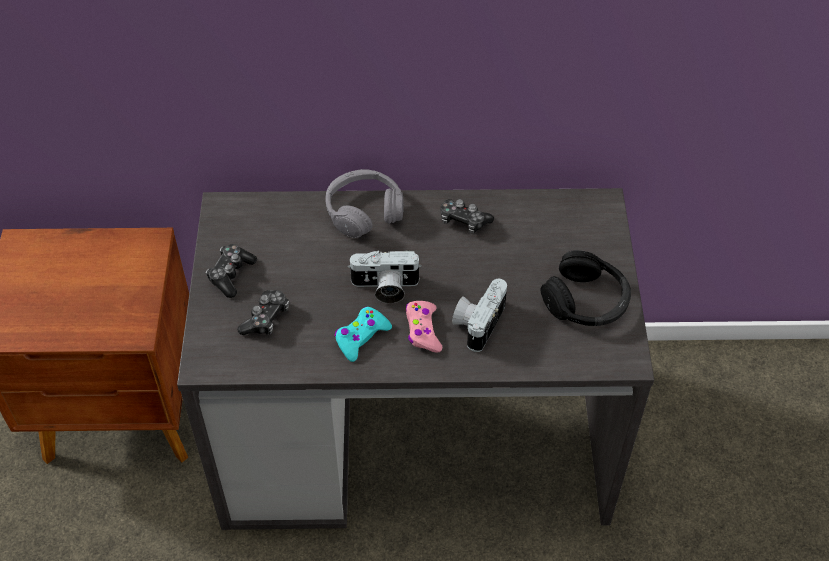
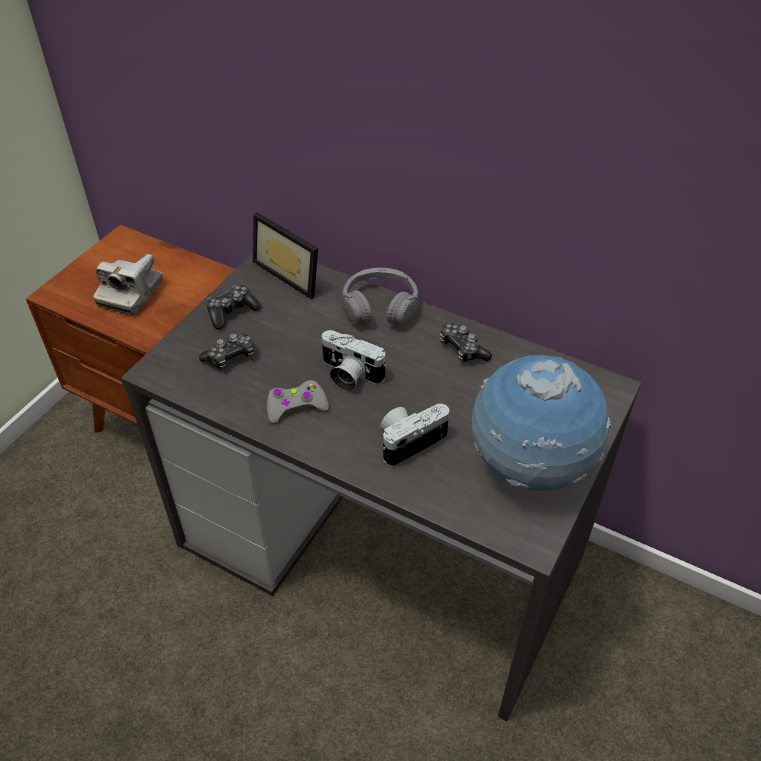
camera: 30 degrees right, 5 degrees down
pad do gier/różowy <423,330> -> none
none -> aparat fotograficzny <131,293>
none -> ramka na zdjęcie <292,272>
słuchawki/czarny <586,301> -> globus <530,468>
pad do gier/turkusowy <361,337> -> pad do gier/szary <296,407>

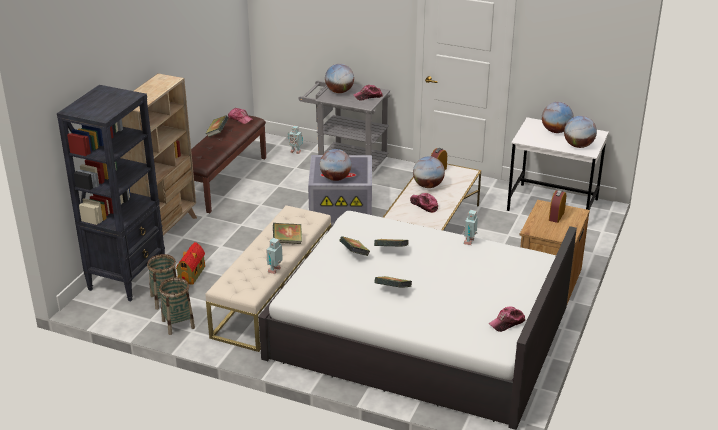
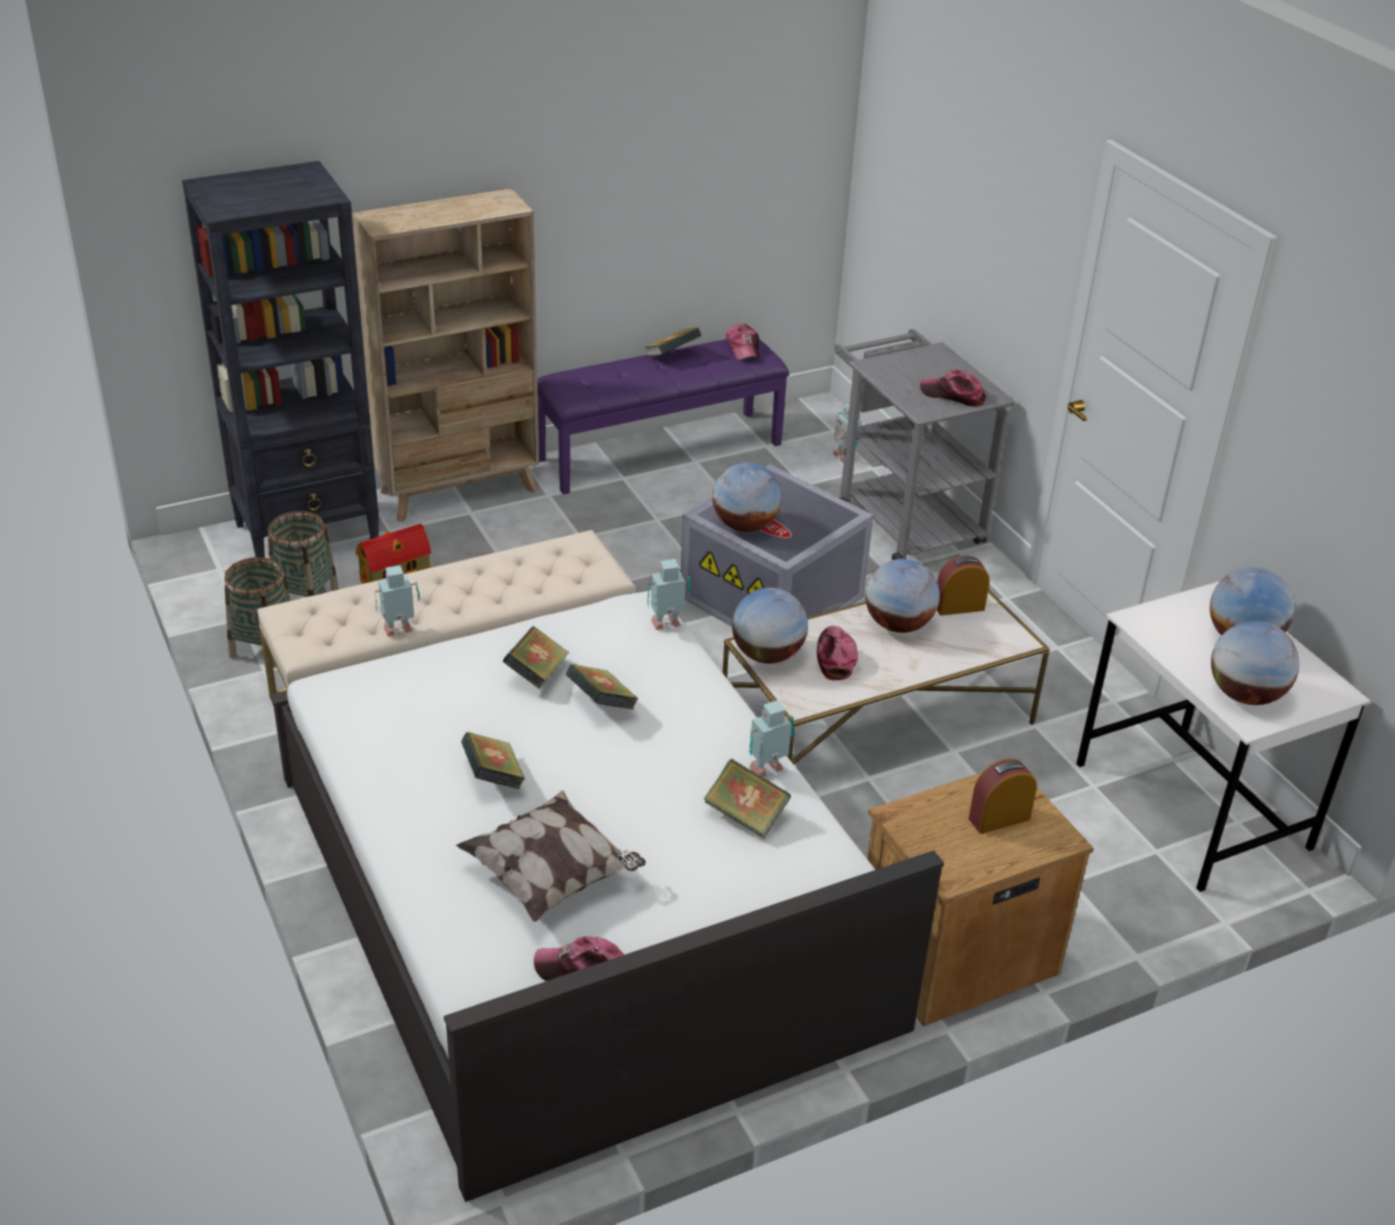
camera: 40 degrees right, 5 degrees up
none -> poduszka <552,877>
none -> robot zabawkowy <667,625>
książka <287,241> -> książka <745,816>, move
globus <339,91> -> globus <767,655>, move
ławka/brązowy <223,180> -> ławka/fioletowy <659,451>

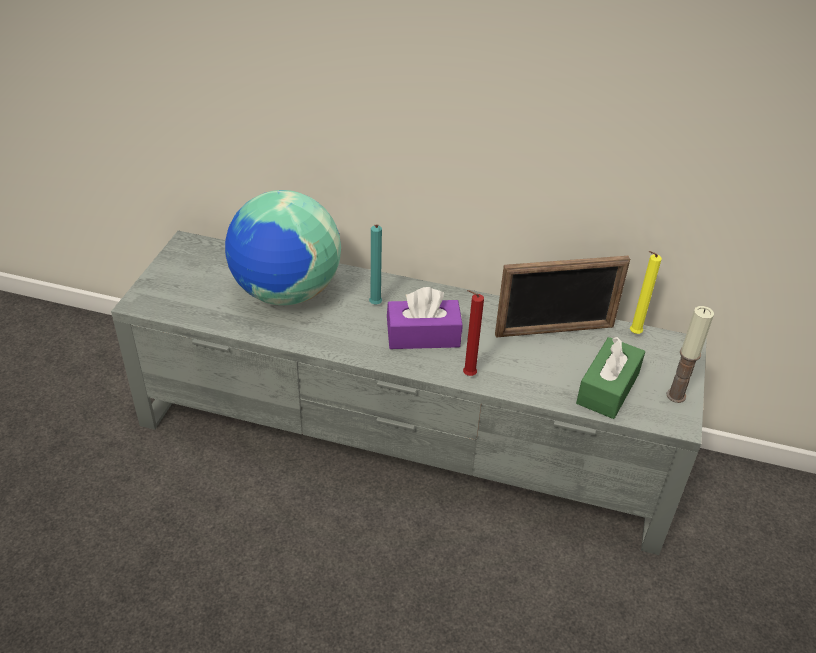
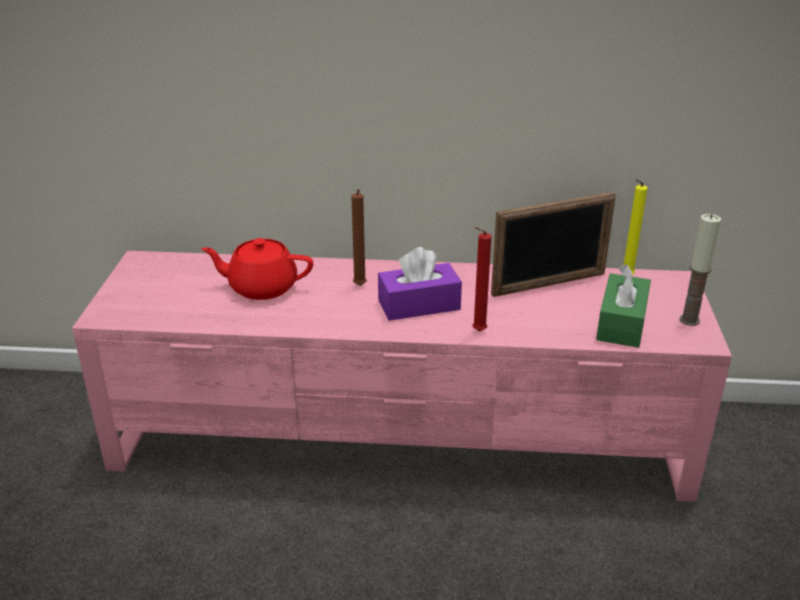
camera: 10 degrees left, 10 degrees down
globus <286,292> -> imbryk/czerwony <261,287>
szafka pod telewizor/szary <406,439> -> szafka pod telewizor/różowy <402,437>
świeca/turkusowy <375,306> -> świeca/brązowy <359,287>

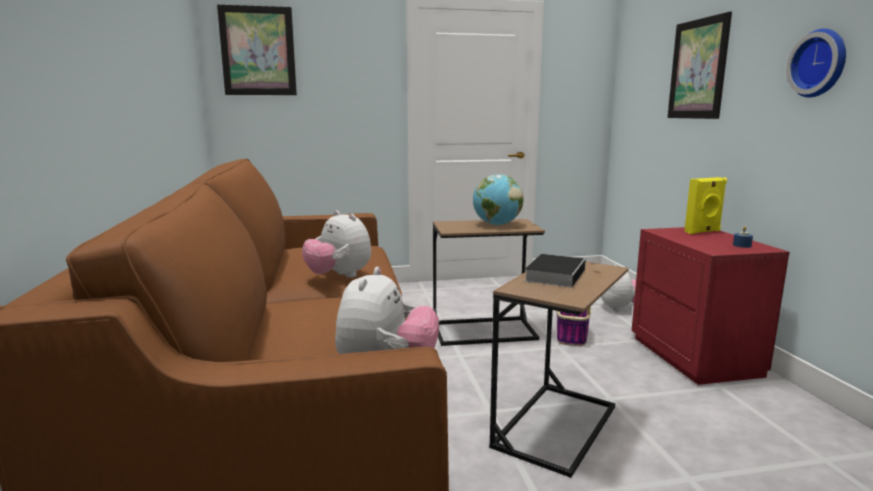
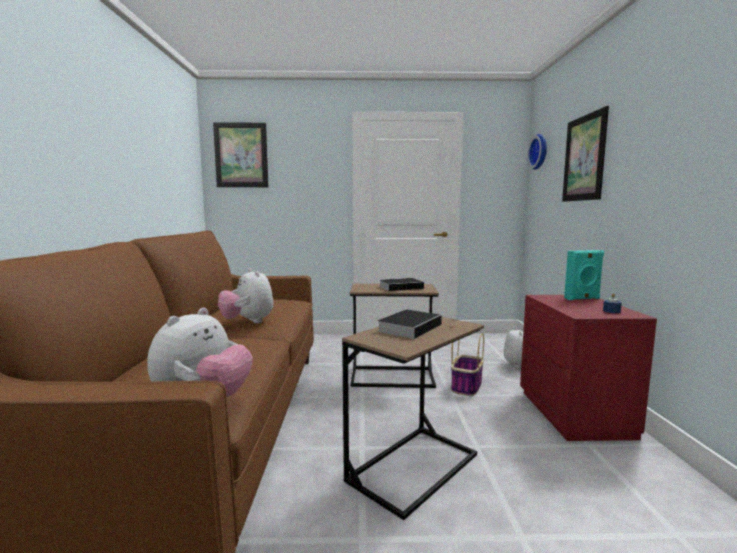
camera: 10 degrees right, 5 degrees down
zegar ścienny <820,63> -> zegar ścienny <540,152>, move
globus <496,224> -> książka <402,287>
głośnik/żółty <703,231> -> głośnik/turkusowy <582,298>

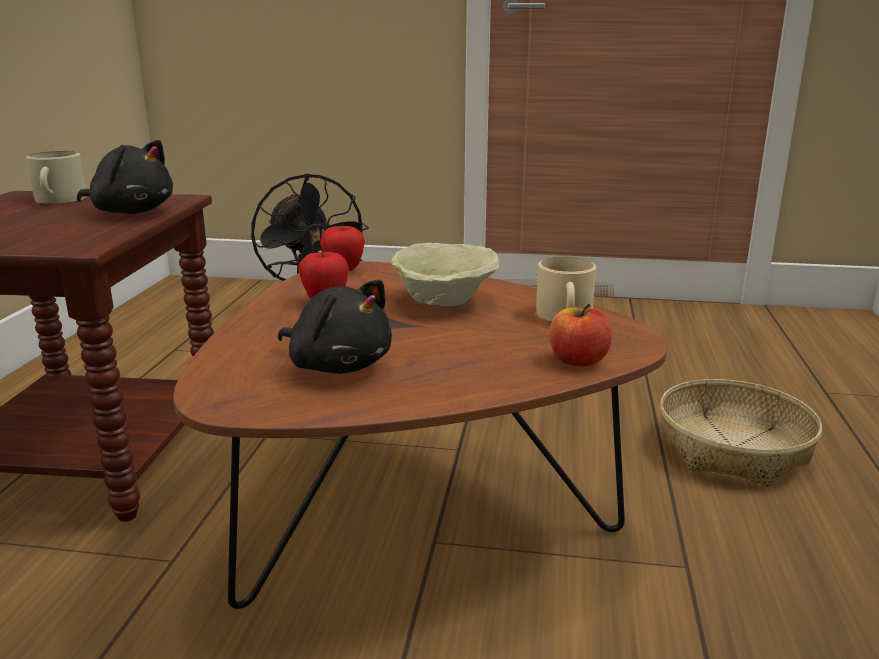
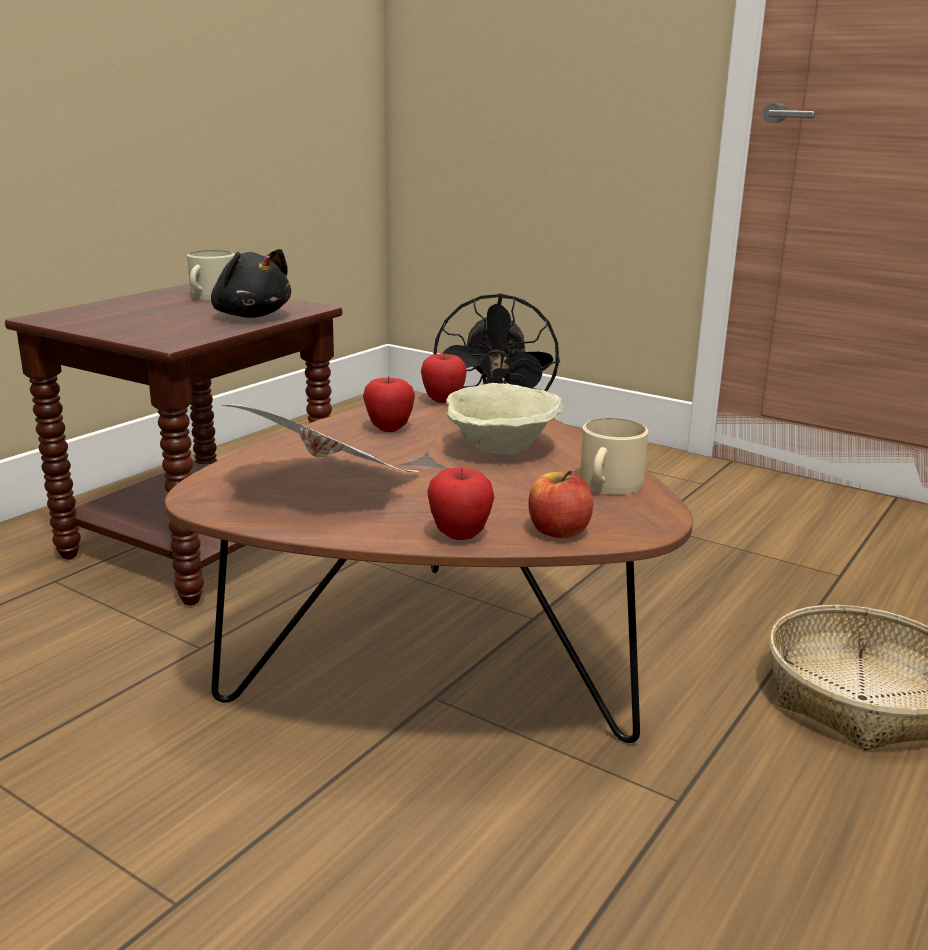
camera: 25 degrees right, 0 degrees up
none -> jabłko <460,536>
pluszak/czarny <338,365> -> gazeta <328,489>

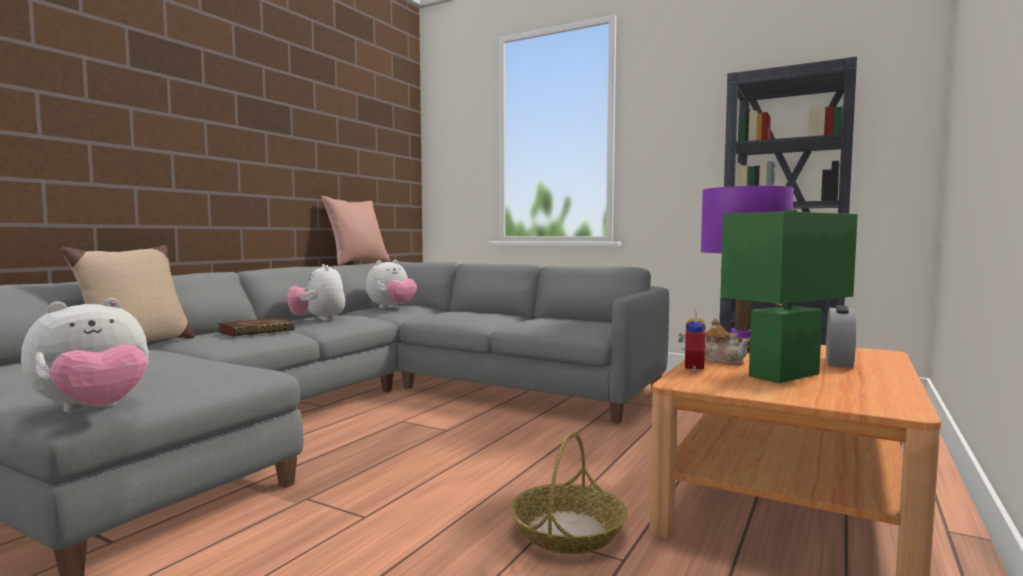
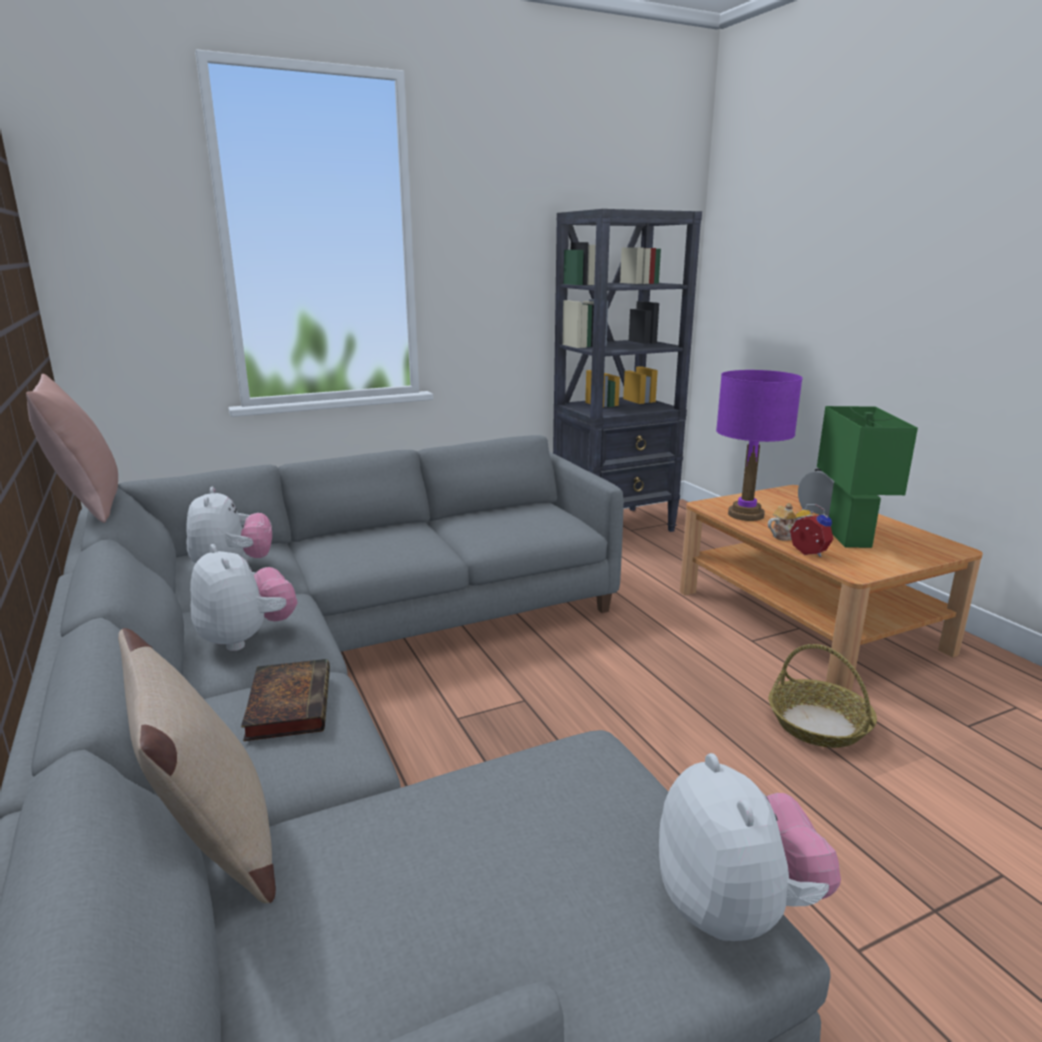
camera: 55 degrees left, 15 degrees up
pluszak <318,320> -> pluszak <246,638>, 135 degrees counterclockwise

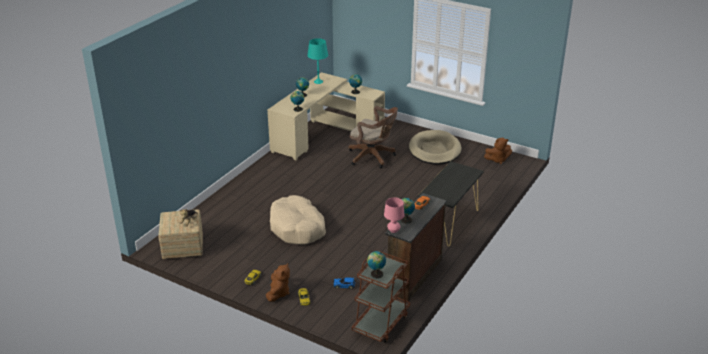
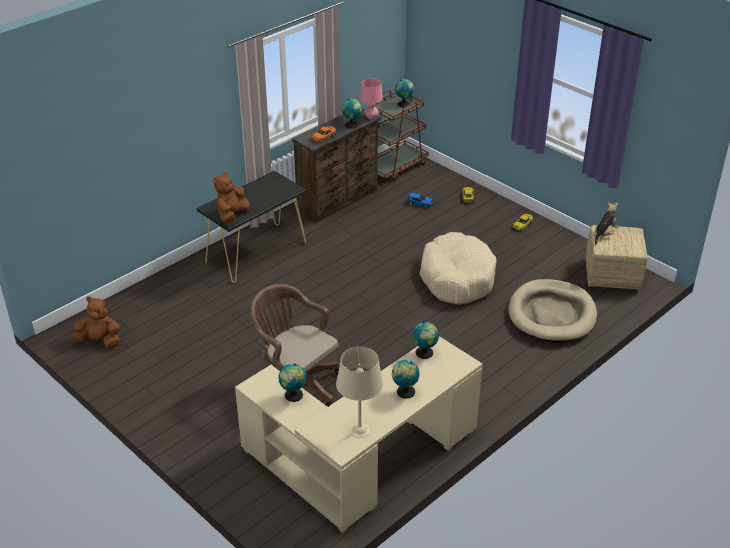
camera: 165 degrees left, 5 degrees up
pluszak/brązowy <278,293> -> pluszak/brązowy <232,215>, move
legowisko/beżowy <435,150> -> legowisko/beżowy <551,314>, move
lampa stołowa/turkusowy <318,82> -> lampa stołowa/beżowy <359,430>

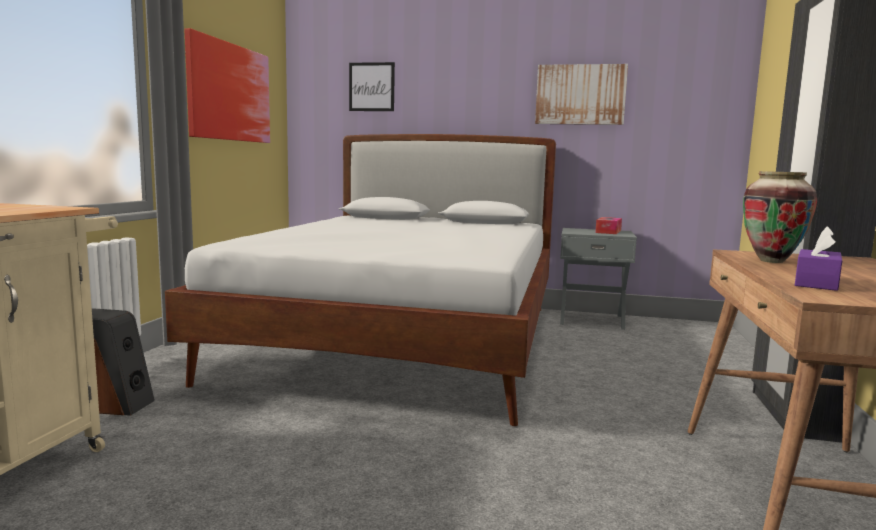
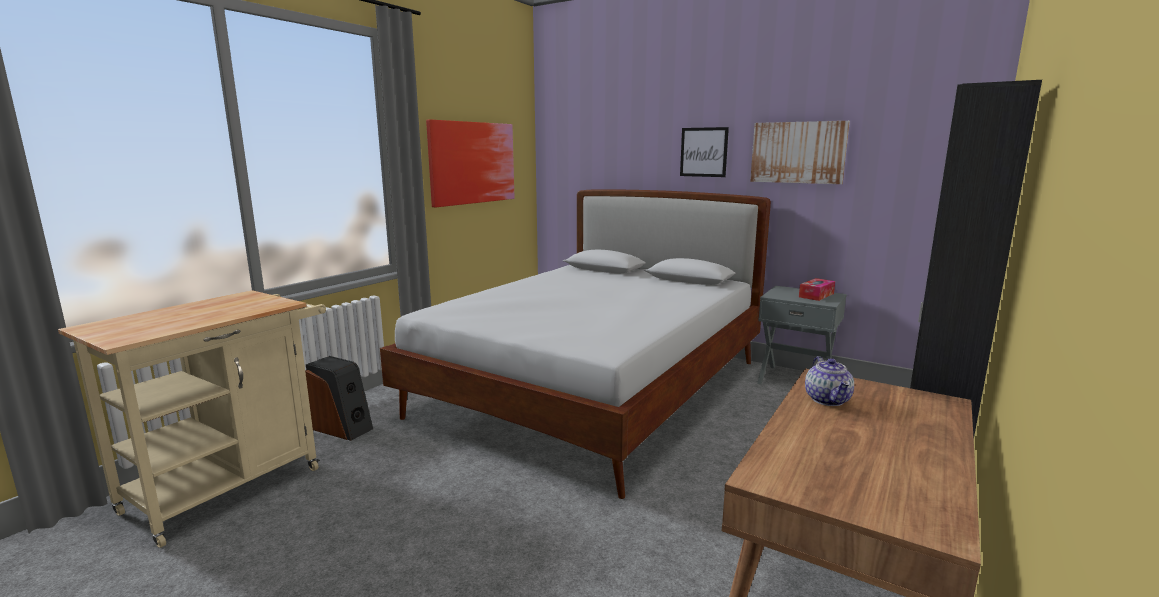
camera: 20 degrees right, 5 degrees up
pudełko chusteczek/fioletowy <816,283> -> none
obraz <371,87> -> obraz <703,152>, move
wazon <772,261> -> imbryk <828,400>

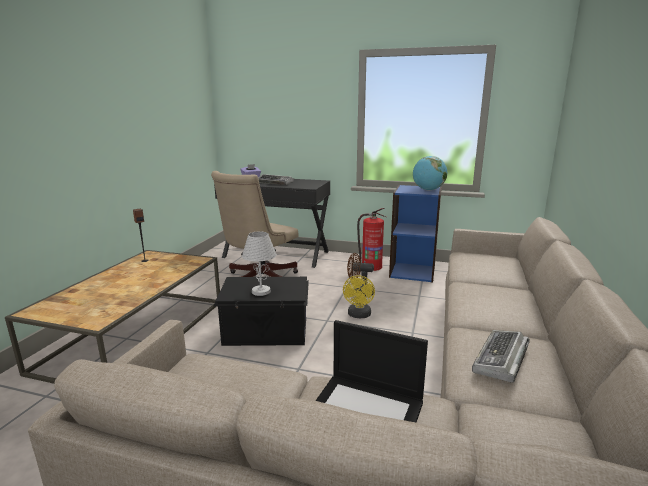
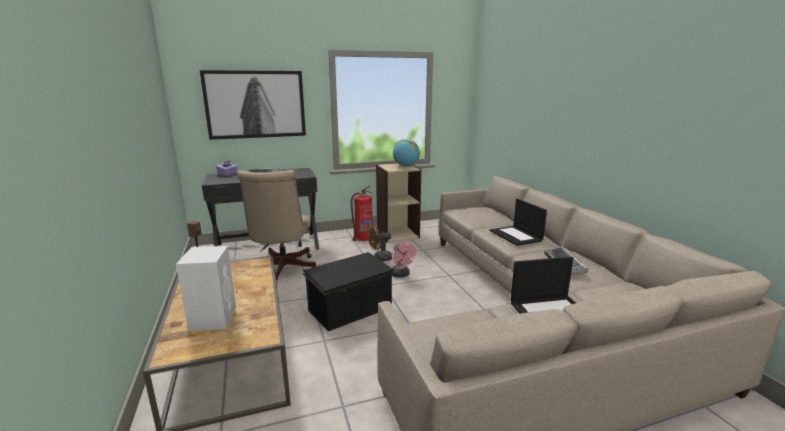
camera: 35 degrees left, 0 degrees up
lampa stołowa/biały <261,291> -> none
none -> głośnik/biały <213,317>
none -> obraz <255,104>
none -> laptop <516,236>
wentylator/żółty <359,315> -> wentylator/różowy <401,275>
regał/niebieski <412,272> -> regał/beżowy <397,234>

